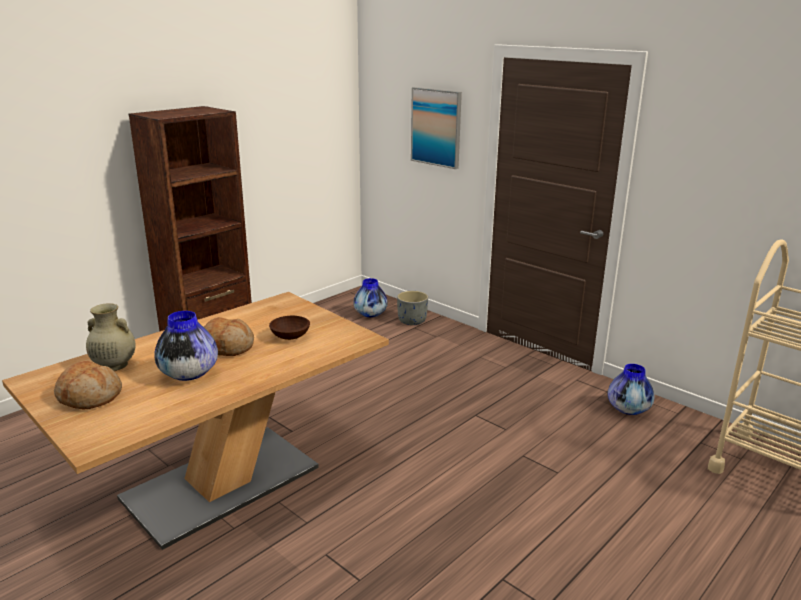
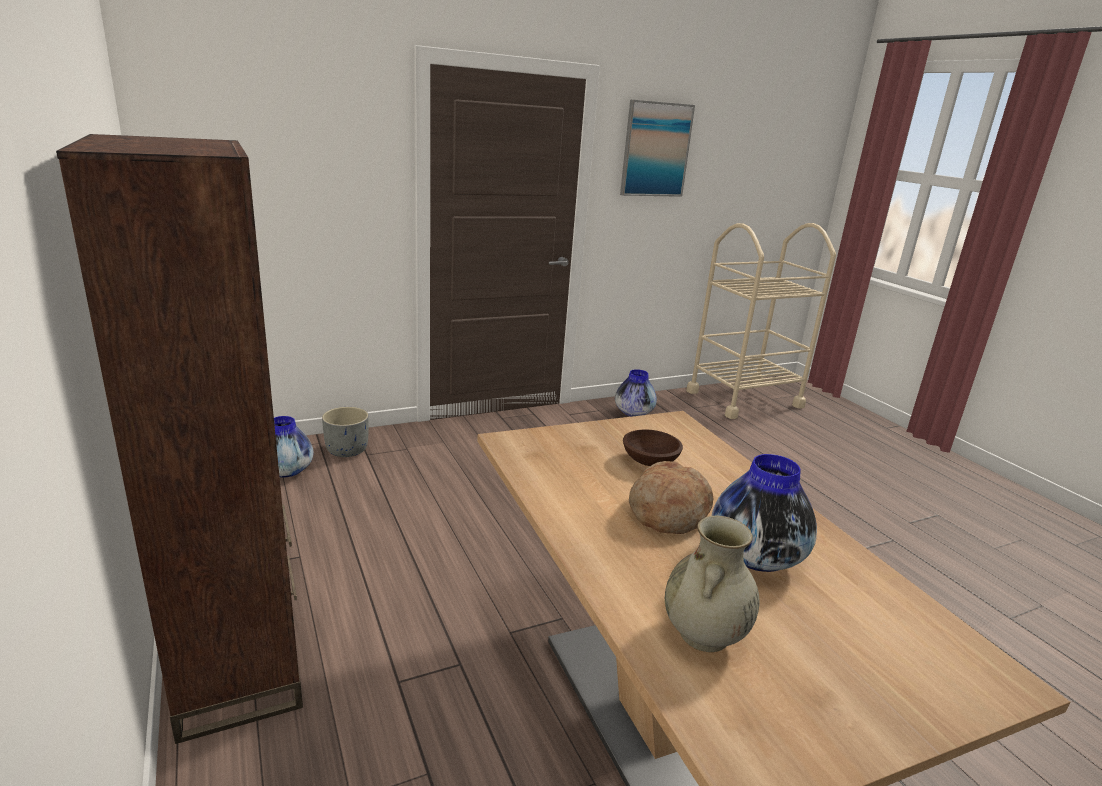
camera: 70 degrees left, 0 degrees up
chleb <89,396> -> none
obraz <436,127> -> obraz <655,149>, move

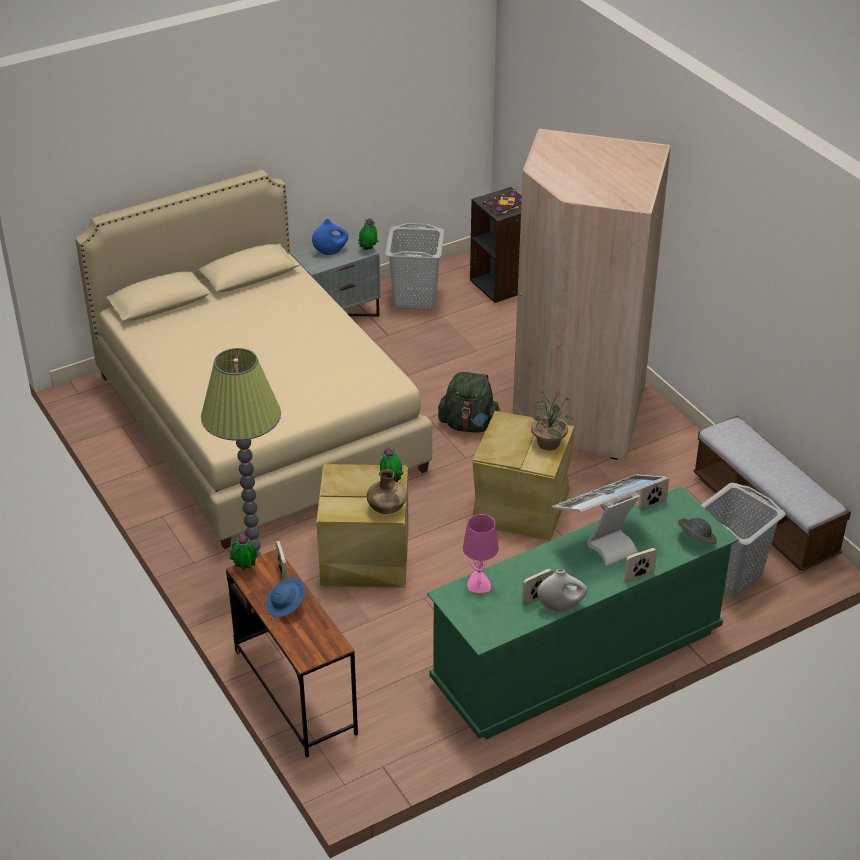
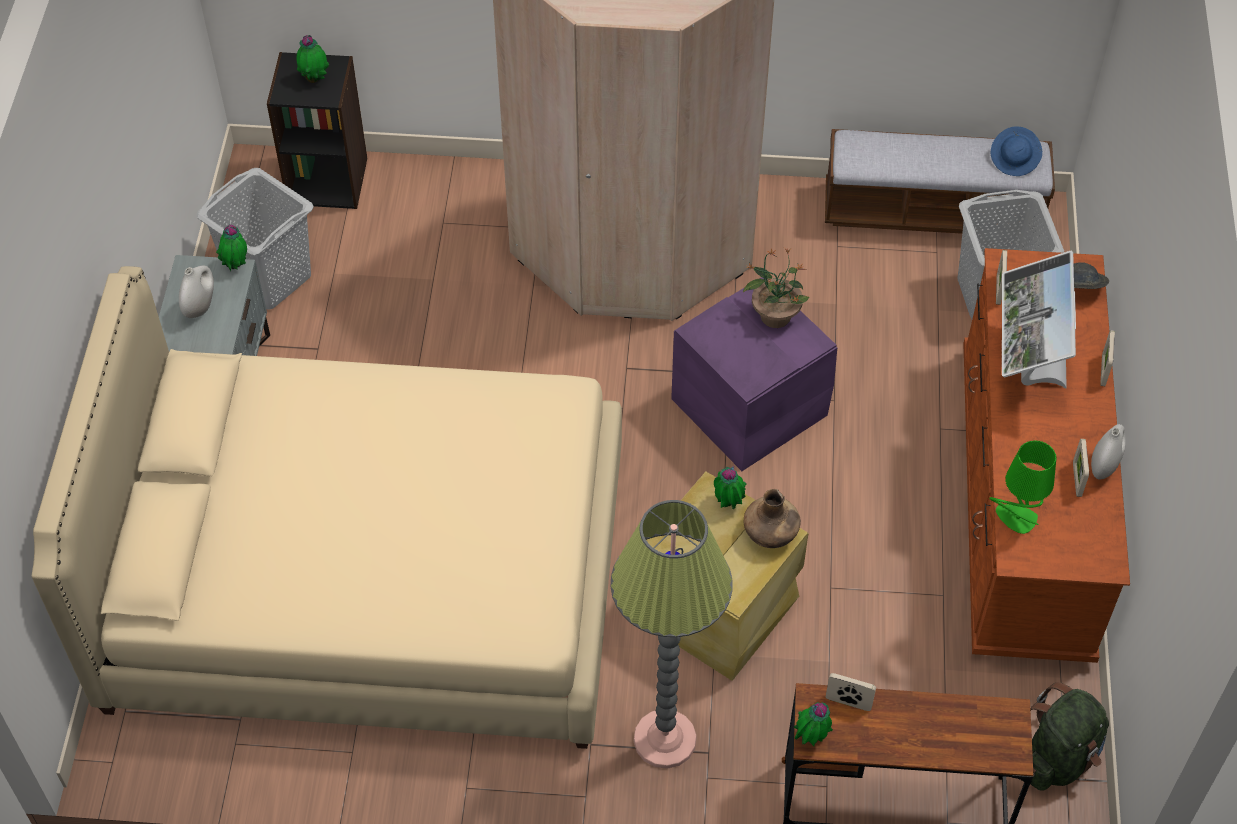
camera: 55 degrees left, 15 degrees up
kapelusz/niebieski <286,605> -> kapelusz/niebieski <1015,160>, move
plecak/zielony <469,425> -> plecak/zielony <1058,757>, move
książka <506,204> -> roślina doniczkowa <315,79>
wazon/niebieski <330,251> -> wazon/biały <200,306>
komoda/zielony <577,657> -> komoda/brązowy <1023,501>
lampa stołowa/różowy <478,583> -> lampa stołowa/zielony <1015,518>
pojemnik do przechowywania/beżowy <522,506> -> pojemnik do przechowywania/fioletowy <749,405>

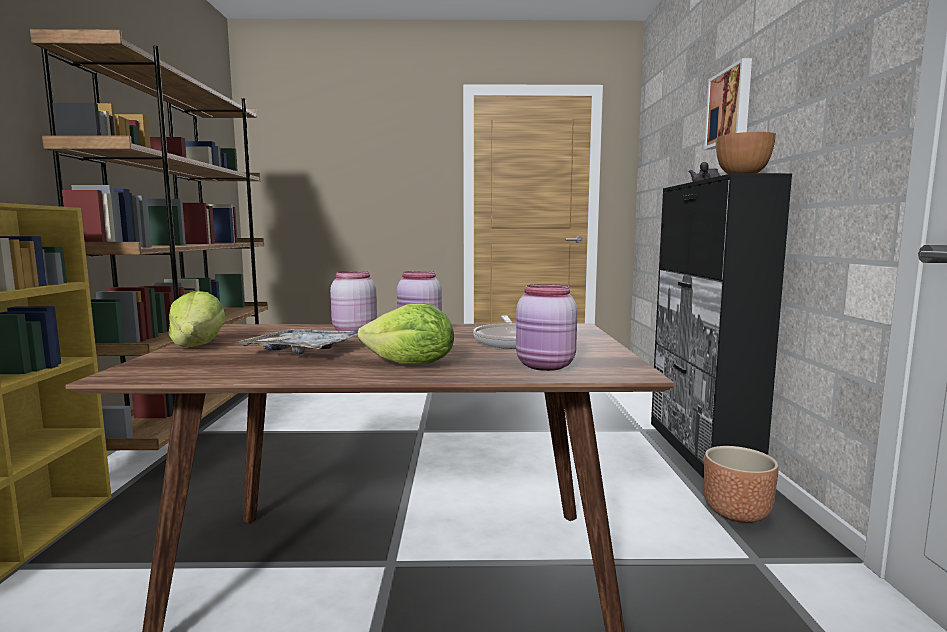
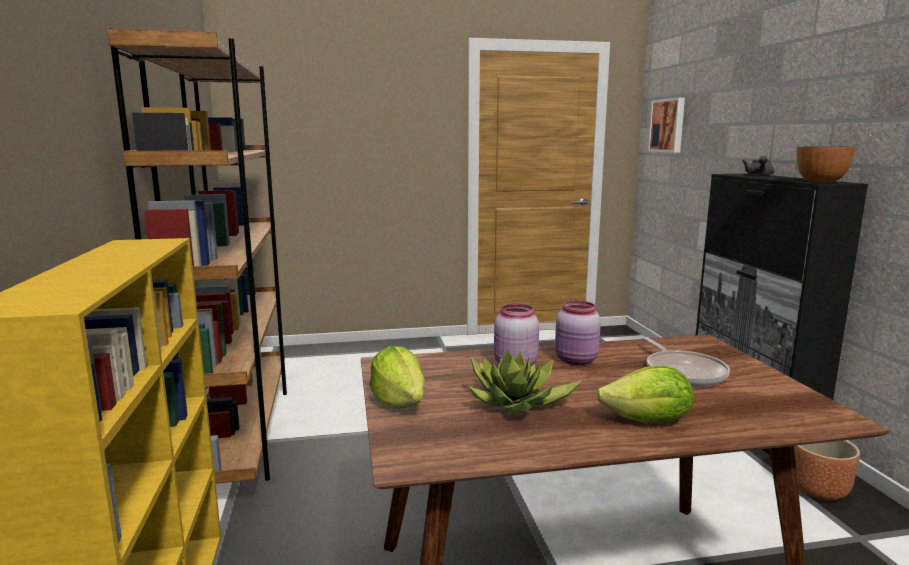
camera: 10 degrees left, 5 degrees up
słoik/różowy <546,366> -> none
obraz <730,107> -> obraz <668,125>, move
taca <305,350> -> roślina doniczkowa <517,403>

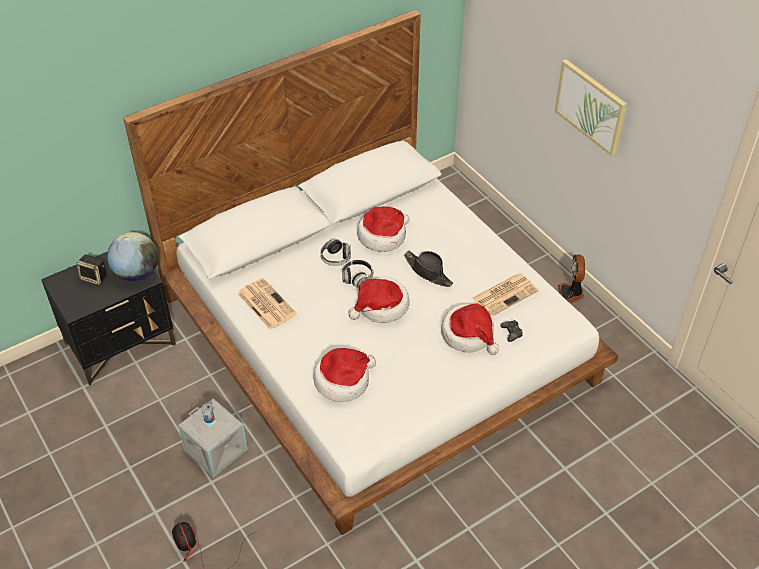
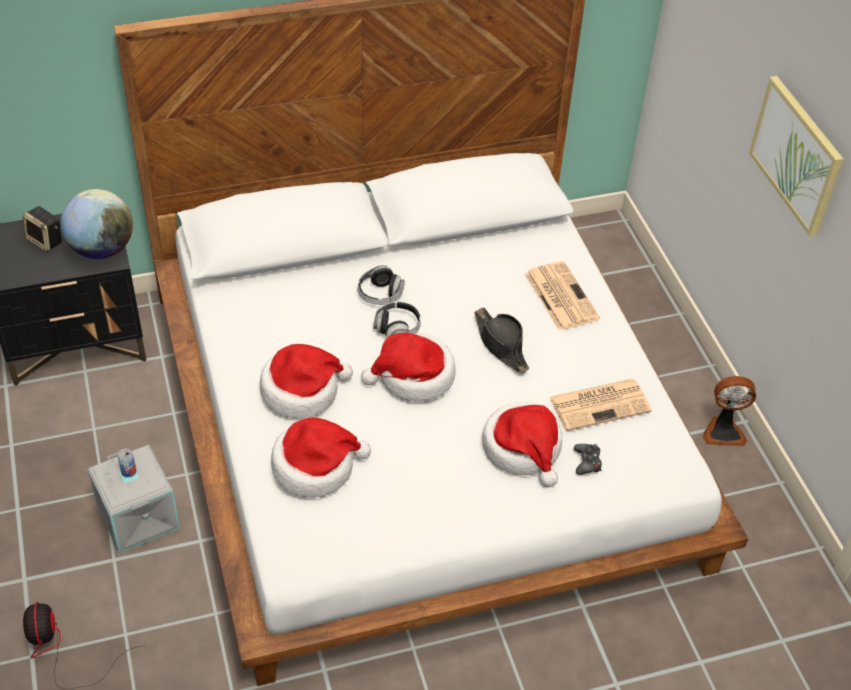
camera: 15 degrees right, 0 degrees up
gazeta <265,303> -> gazeta <560,295>, move
kapelusz <383,236> -> kapelusz <302,391>, move
wentylator <571,294> -> wentylator <723,431>, 105 degrees counterclockwise

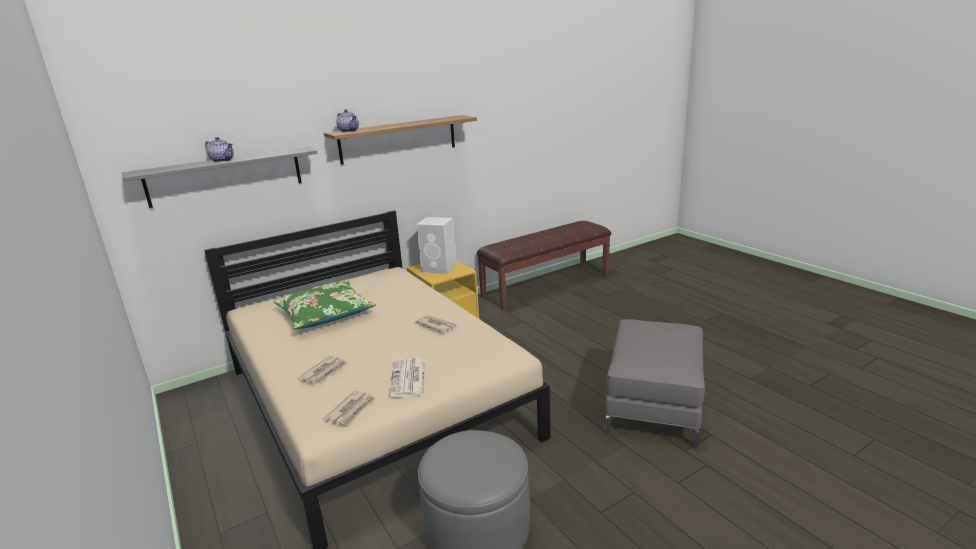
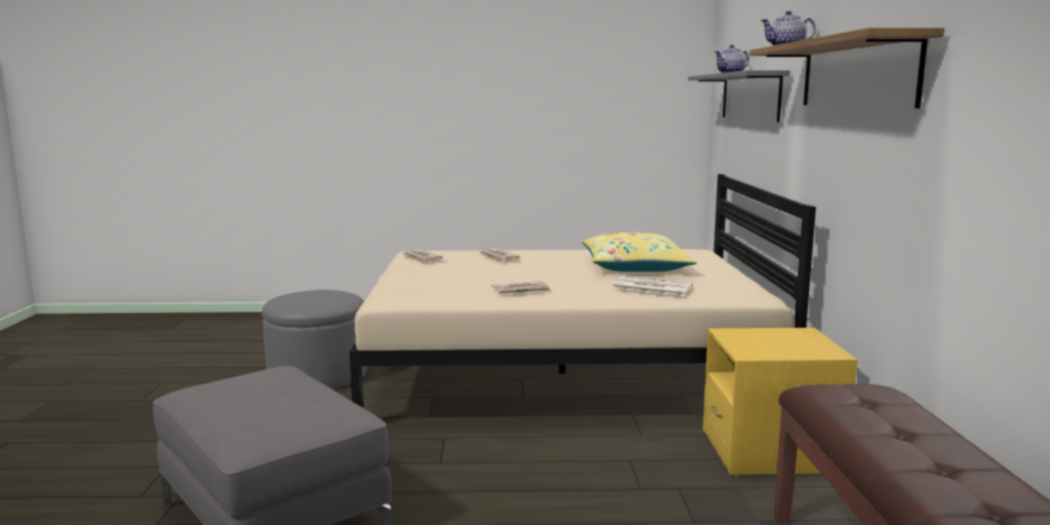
camera: 120 degrees right, 10 degrees down
głośnik/biały <440,268> -> none
gazeta <409,378> -> gazeta <650,287>, move
poduszka/zielony <325,314> -> poduszka/żółty <635,267>

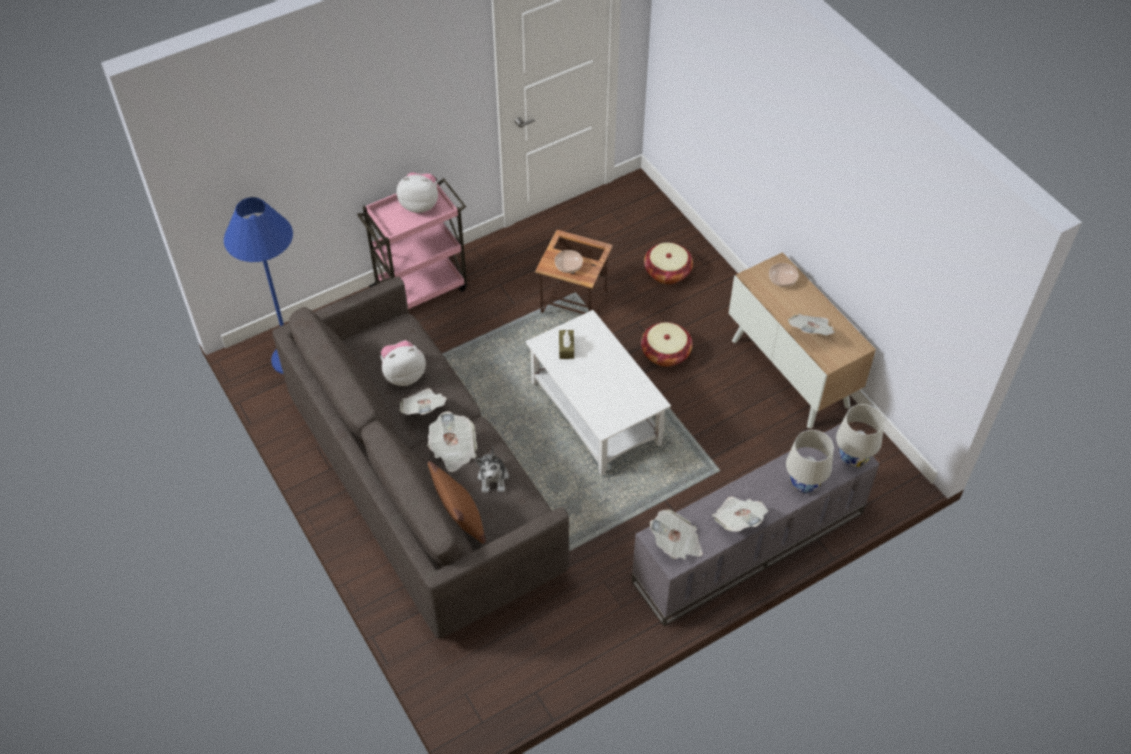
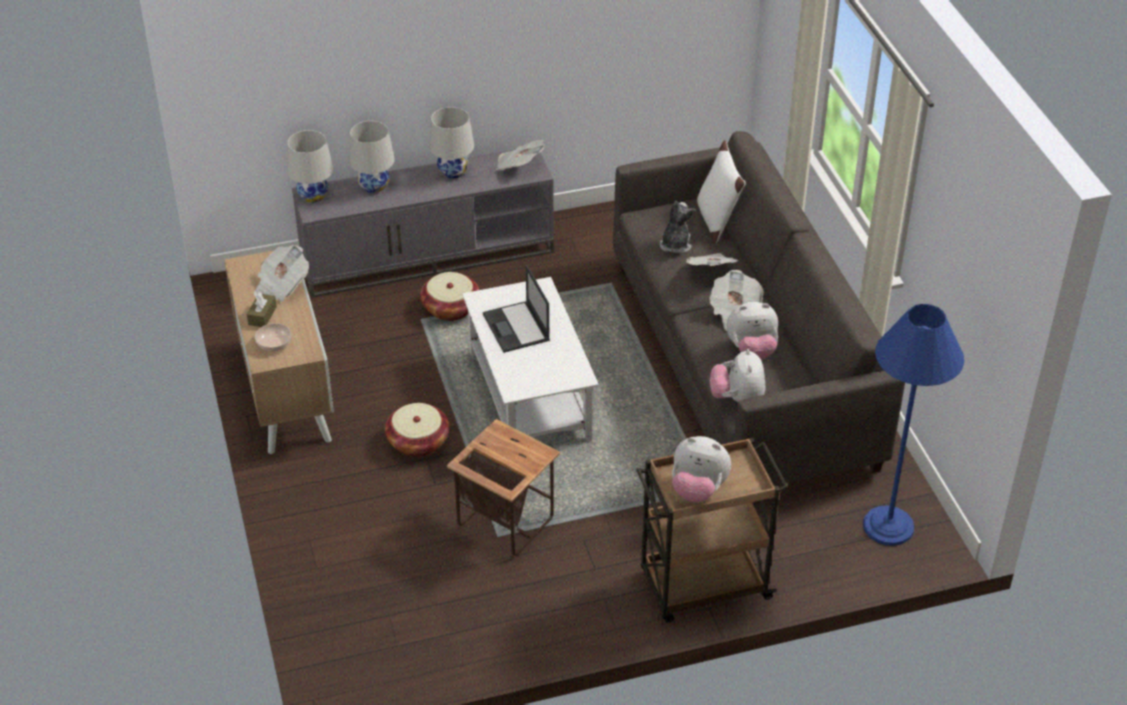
camera: 165 degrees left, 10 degrees down
miska <569,266> -> none
none -> laptop <516,328>
none -> pluszak <737,399>
pudełko chusteczek/brązowy <566,348> -> pudełko chusteczek/brązowy <262,315>, move
koszyk <667,272> -> koszyk <450,308>, move
gazeta <738,520> -> lampa stołowa/biały <453,171>
wózek/różowy <422,288> -> wózek/brązowy <702,585>
poduszka/brązowy <460,521> -> poduszka/biały <716,220>

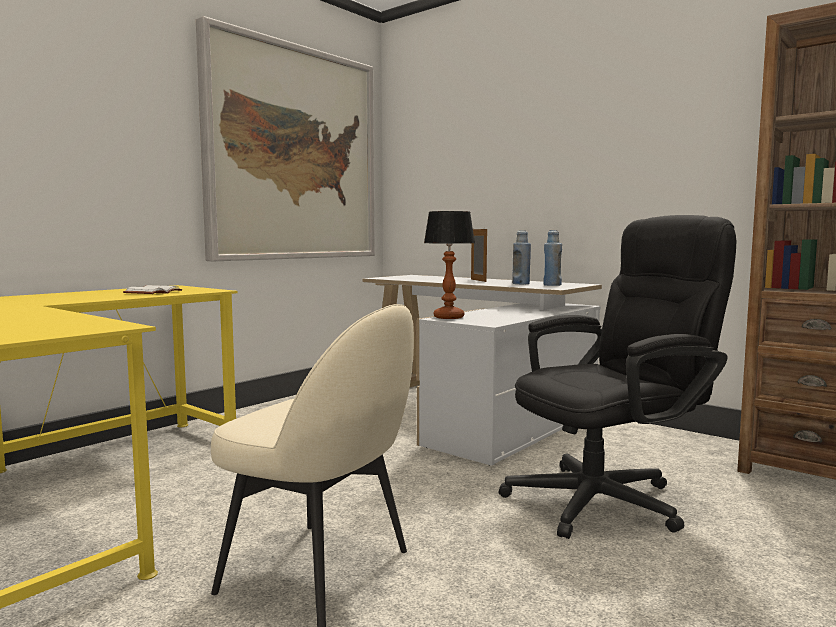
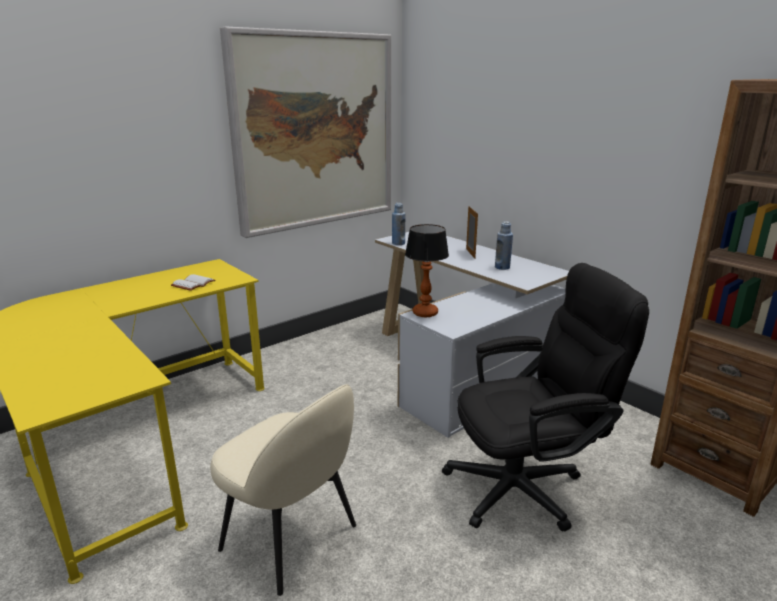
camera: 10 degrees right, 15 degrees up
butelka/niebieski <552,285> -> butelka/niebieski <398,243>, move

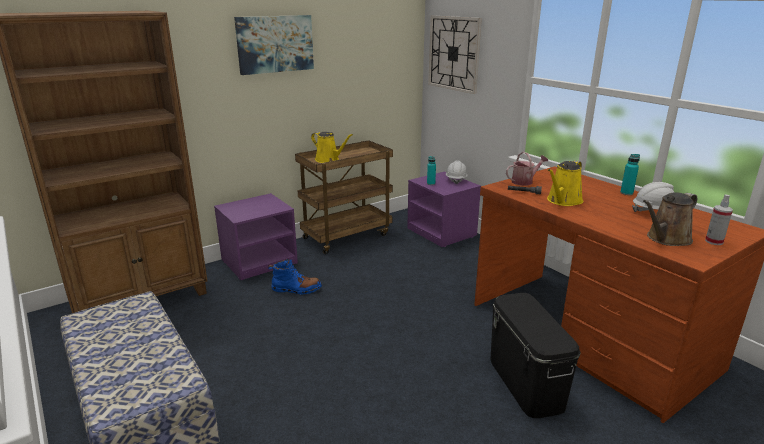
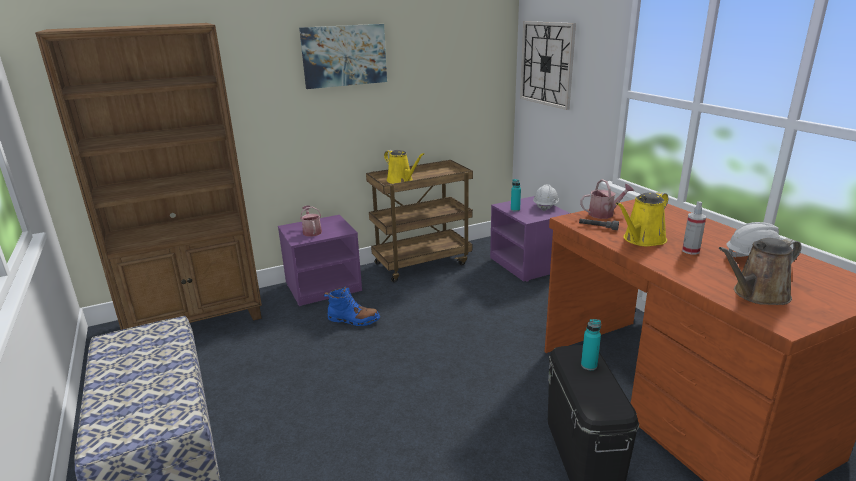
camera: 10 degrees right, 0 degrees up
none -> konewka <311,231>
butelka/turkusowy <626,193> -> butelka/turkusowy <589,365>, move
spryskiwacz <714,241> -> spryskiwacz <690,251>, move

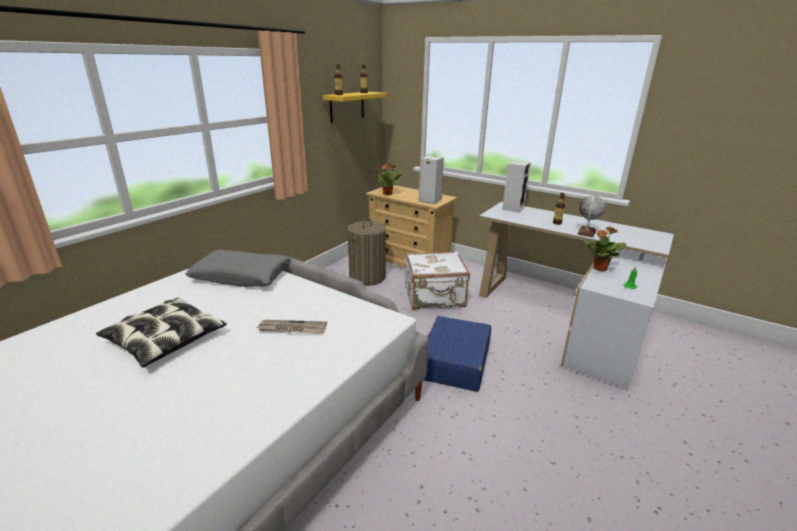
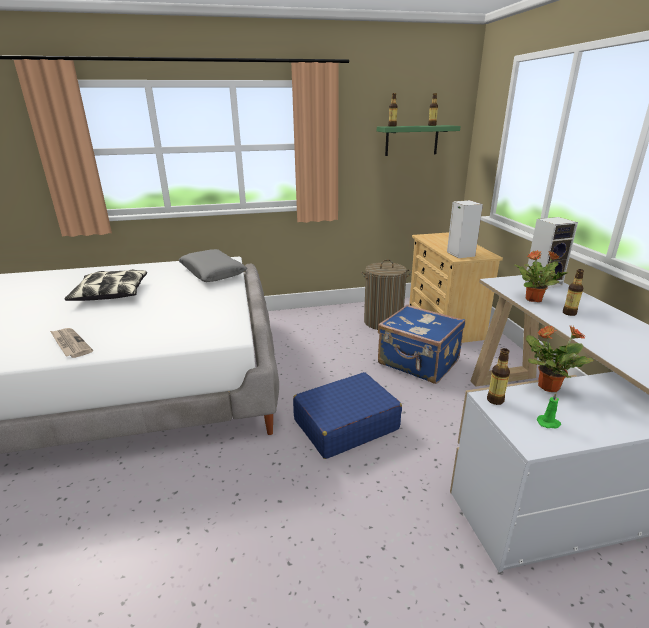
camera: 45 degrees right, 0 degrees up
globus <586,232> -> none
none -> butelka <495,400>
gazeta <292,329> -> gazeta <70,344>, move
roślina doniczkowa <388,194> -> roślina doniczkowa <534,299>, move
półka/żółty <347,106> -> półka/zielony <411,140>
walizka/biały <434,298> -> walizka/niebieski <418,363>

